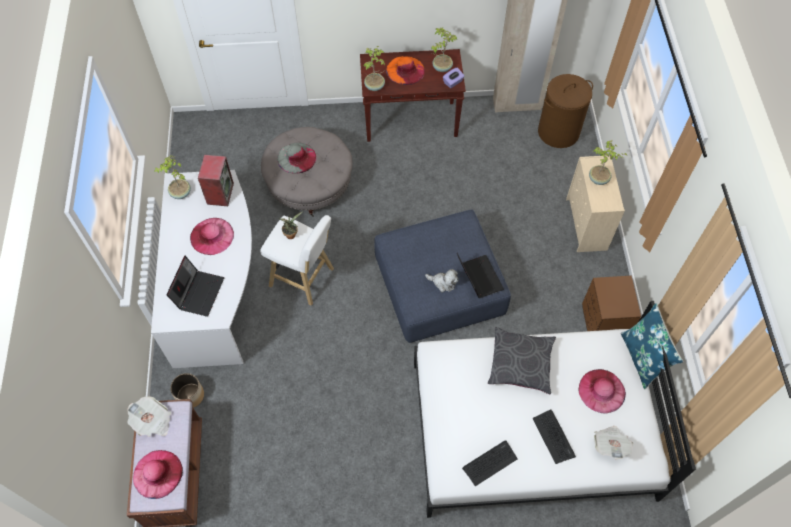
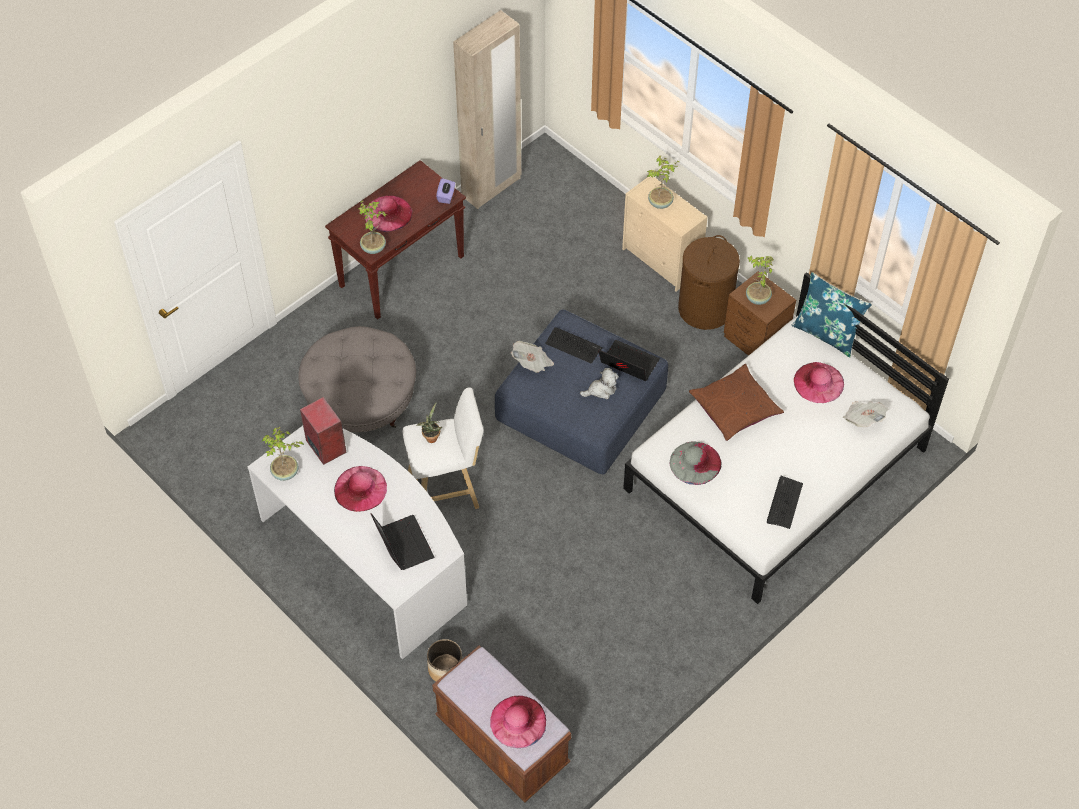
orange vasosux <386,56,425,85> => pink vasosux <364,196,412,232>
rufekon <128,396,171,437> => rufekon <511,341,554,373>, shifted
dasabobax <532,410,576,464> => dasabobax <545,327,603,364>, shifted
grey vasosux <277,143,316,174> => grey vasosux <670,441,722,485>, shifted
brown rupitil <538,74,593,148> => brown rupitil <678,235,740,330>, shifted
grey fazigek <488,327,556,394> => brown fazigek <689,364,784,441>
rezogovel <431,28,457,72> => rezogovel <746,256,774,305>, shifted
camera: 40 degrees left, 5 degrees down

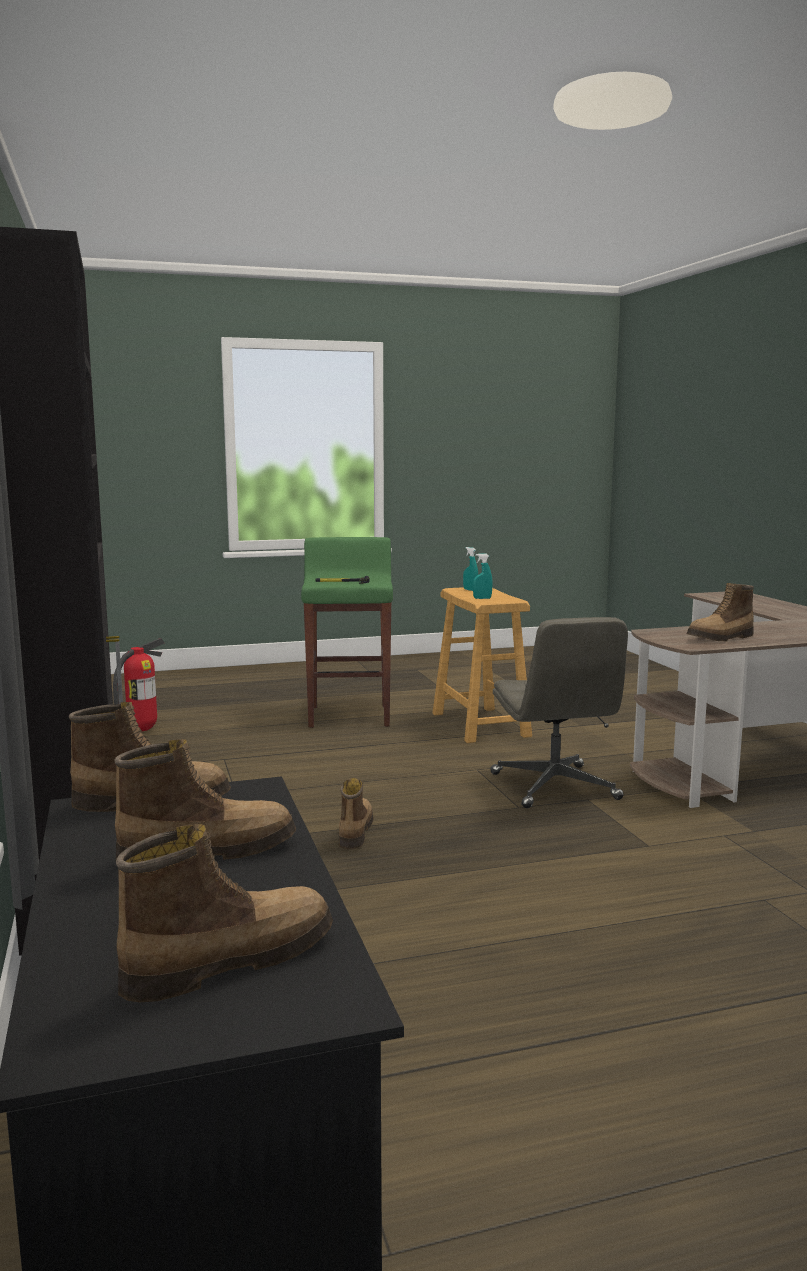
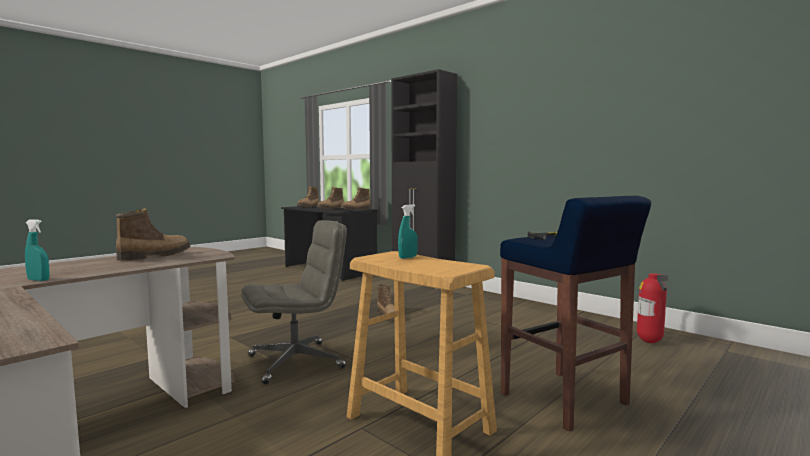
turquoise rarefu <463,547,478,591> => turquoise rarefu <25,219,49,281>, shifted
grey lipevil <490,617,628,808> => grey lipevil <241,220,347,384>, 105 degrees clockwise
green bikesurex <301,537,393,728> => blue bikesurex <500,196,651,431>
camera: 150 degrees right, 5 degrees down

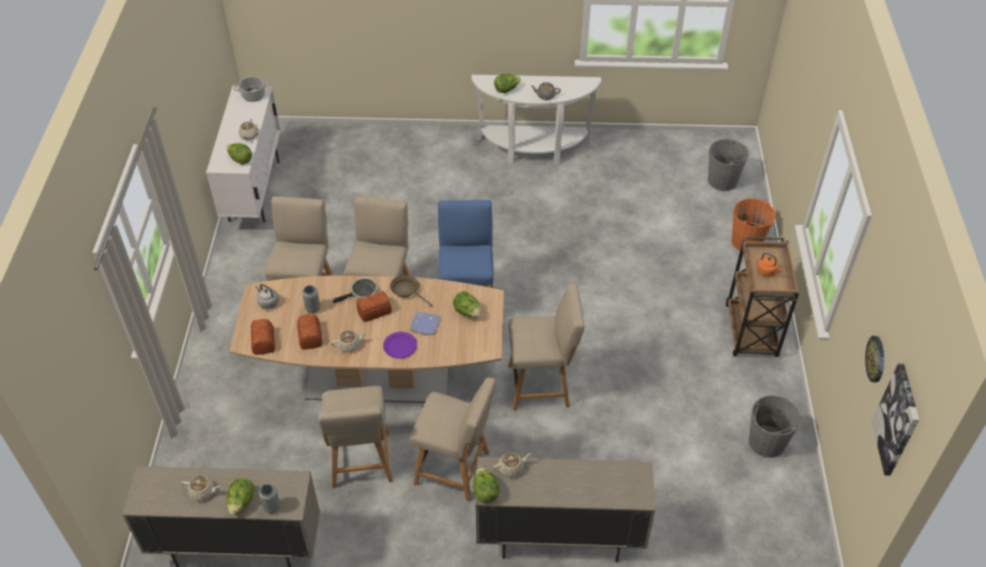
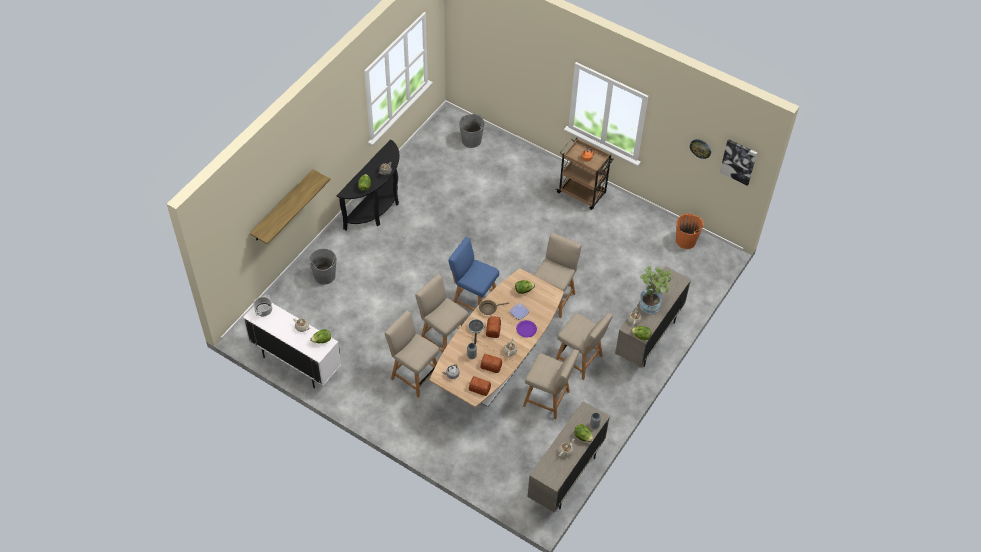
nothing => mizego <250,170,330,244>
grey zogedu <749,395,801,458> => grey zogedu <309,248,336,285>, shifted
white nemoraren <471,75,601,165> => black nemoraren <337,139,400,230>
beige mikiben <410,377,496,502> => beige mikiben <556,313,613,380>, 75 degrees clockwise
nothing => rezogovel <639,266,671,314>
orange zogedu <731,198,775,251> => orange zogedu <676,213,704,249>, shifted
camera: 60 degrees left, 5 degrees up

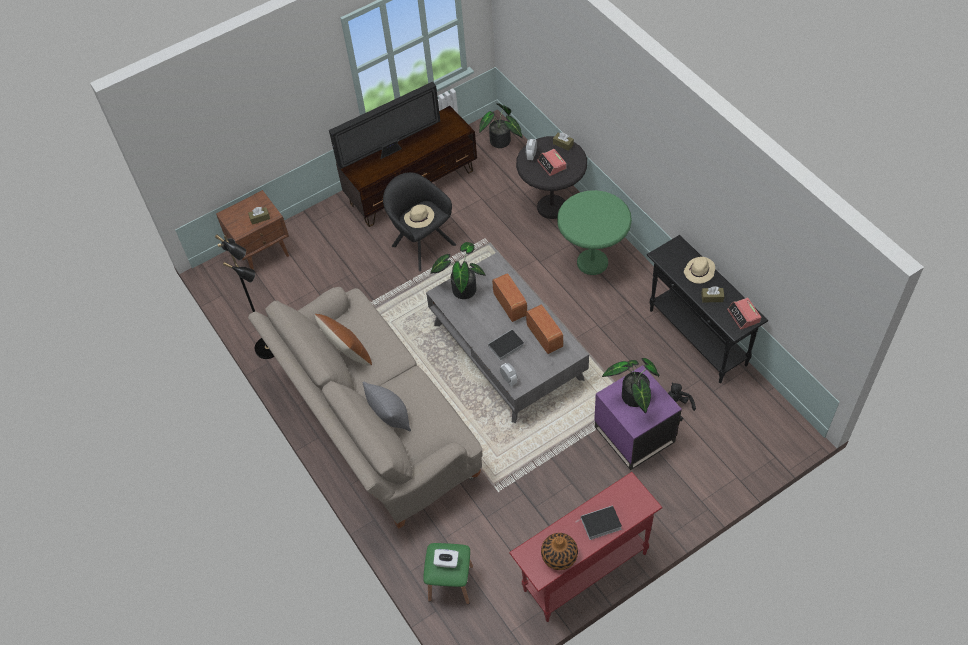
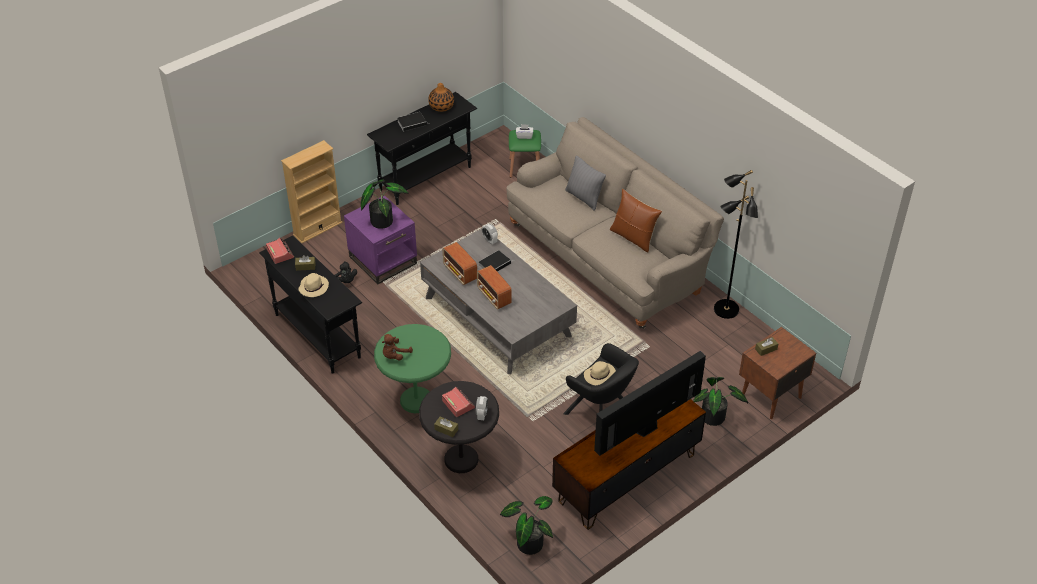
nothing => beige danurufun <281,140,343,243>
red nemoraren <509,472,663,622> => black nemoraren <367,92,477,205>
nothing => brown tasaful <382,334,413,361>
rezogovel <430,242,486,299> => rezogovel <693,377,748,426>, shifted
camera: 170 degrees right, 10 degrees down

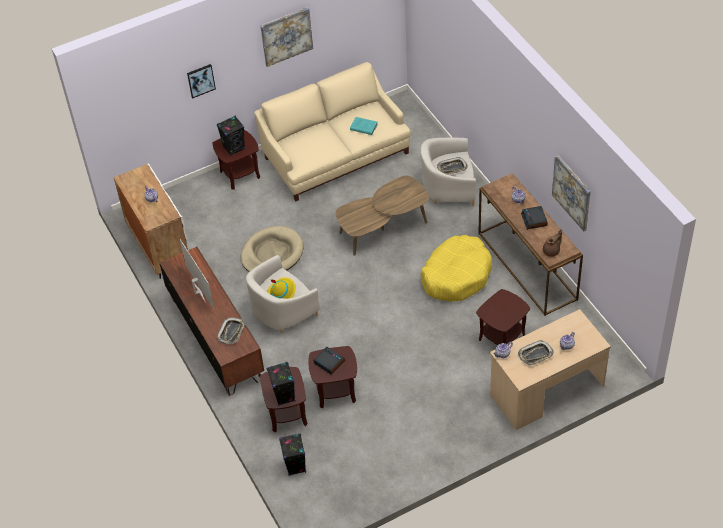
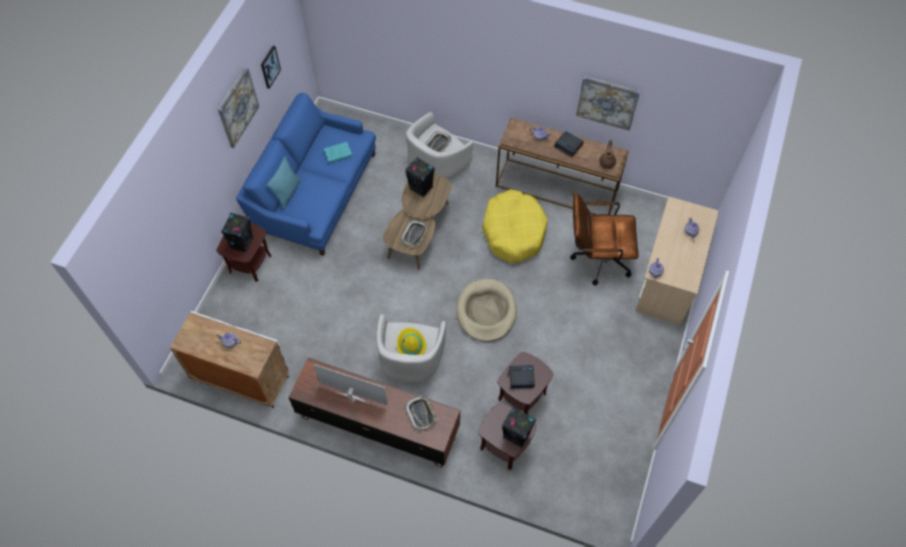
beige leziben <254,62,411,201> => blue leziben <236,93,376,256>
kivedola <187,64,216,98> => kivedola <261,46,281,89>, shifted
nothing => turquoise fazigek <267,156,302,209>
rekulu <518,340,554,366> => rekulu <401,220,428,247>, shifted
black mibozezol <279,433,306,476> => black mibozezol <405,157,435,198>, shifted
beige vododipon <241,226,303,272> => beige vododipon <456,279,517,342>, shifted
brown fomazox <476,289,530,345> => brown lipevil <570,192,639,285>
camera: 45 degrees left, 10 degrees up

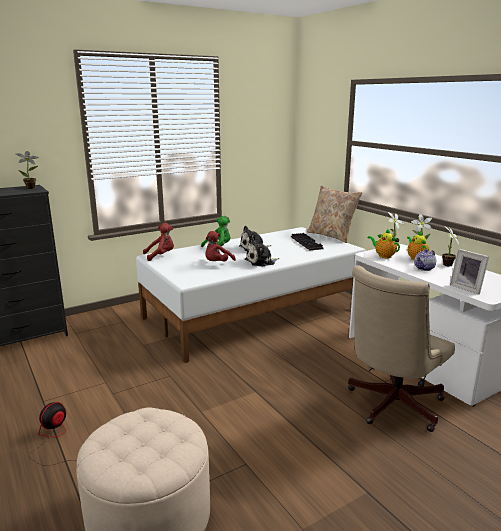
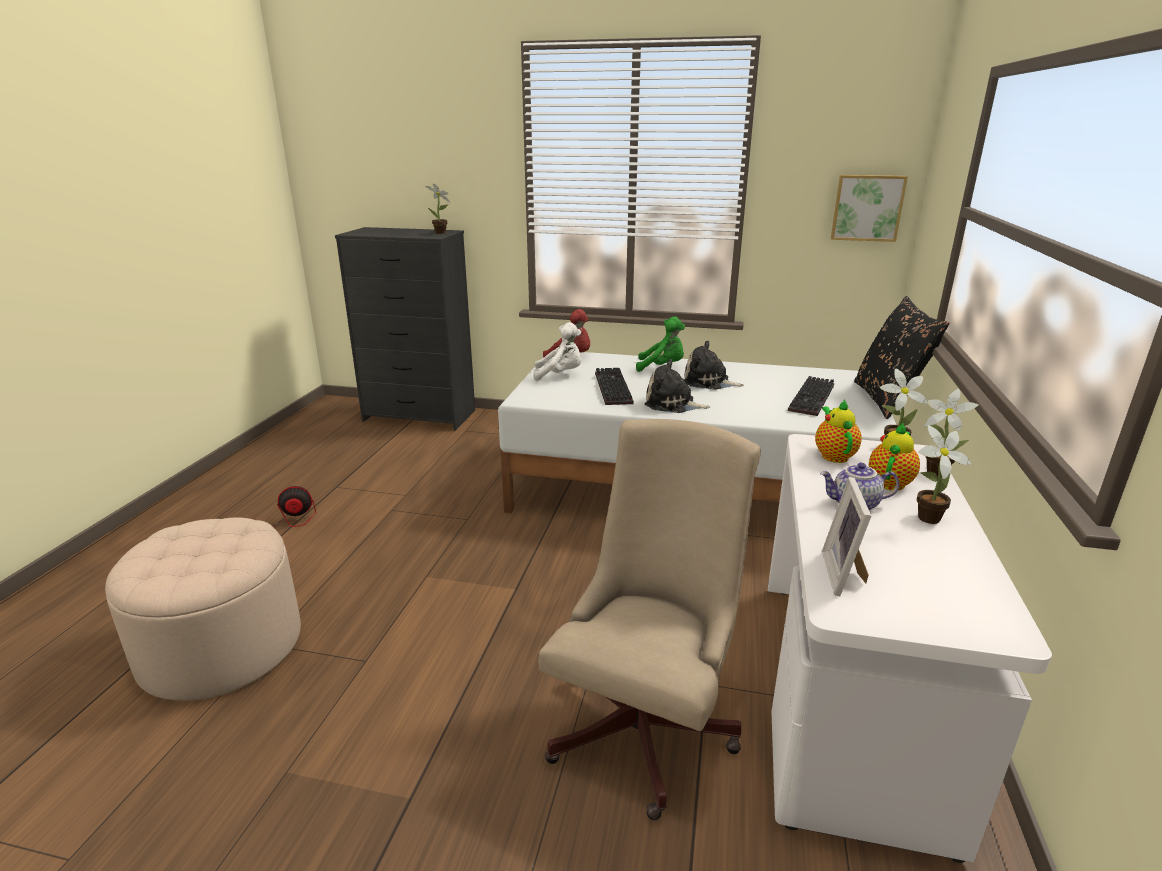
nothing => white tasaful <533,322,581,381>
beige lipevil <348,265,455,432> => beige lipevil <538,419,761,820>, 120 degrees clockwise
red tasaful <205,231,236,261> => dasabobax <595,368,634,405>
nothing => kivedola <831,175,908,242>
beige fazigek <307,185,362,243> => black fazigek <854,296,949,419>
camera: 45 degrees right, 5 degrees up

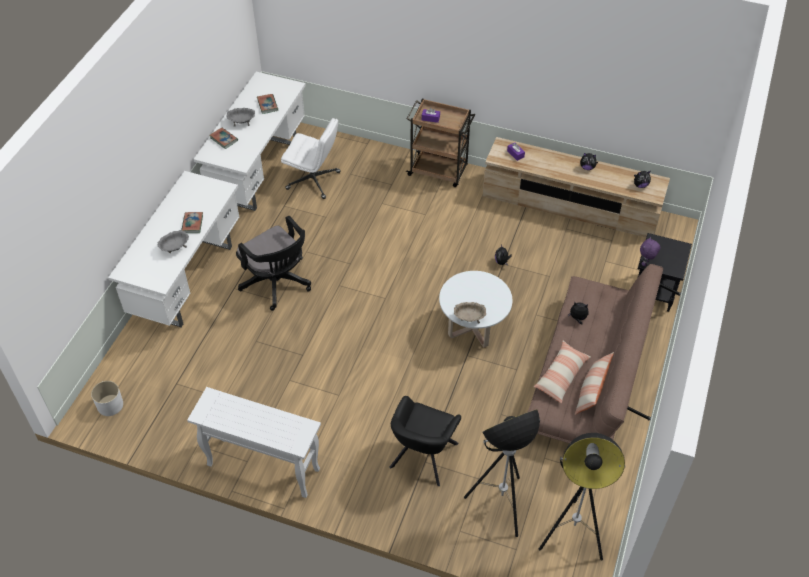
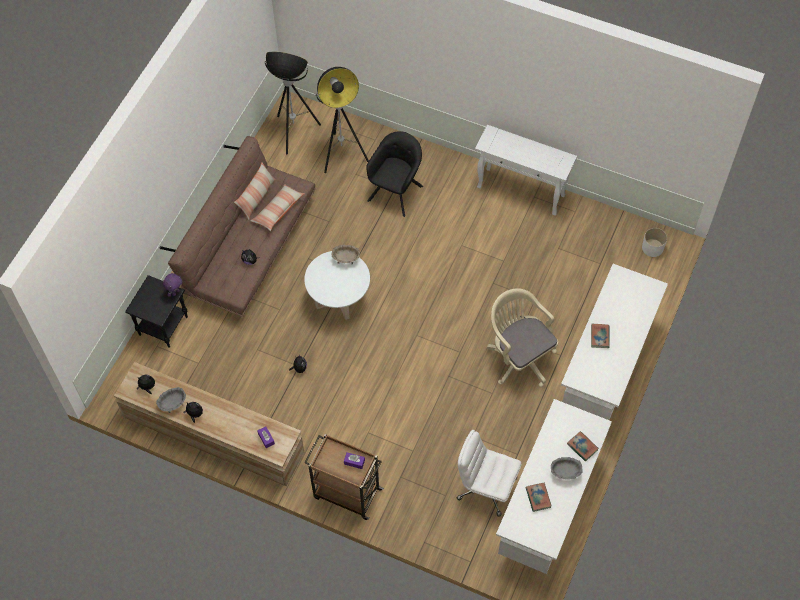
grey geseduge <158,230,189,253> => grey geseduge <156,387,186,413>, shifted
black lipevil <236,216,311,311> => beige lipevil <487,288,558,387>
camera: 175 degrees left, 10 degrees up

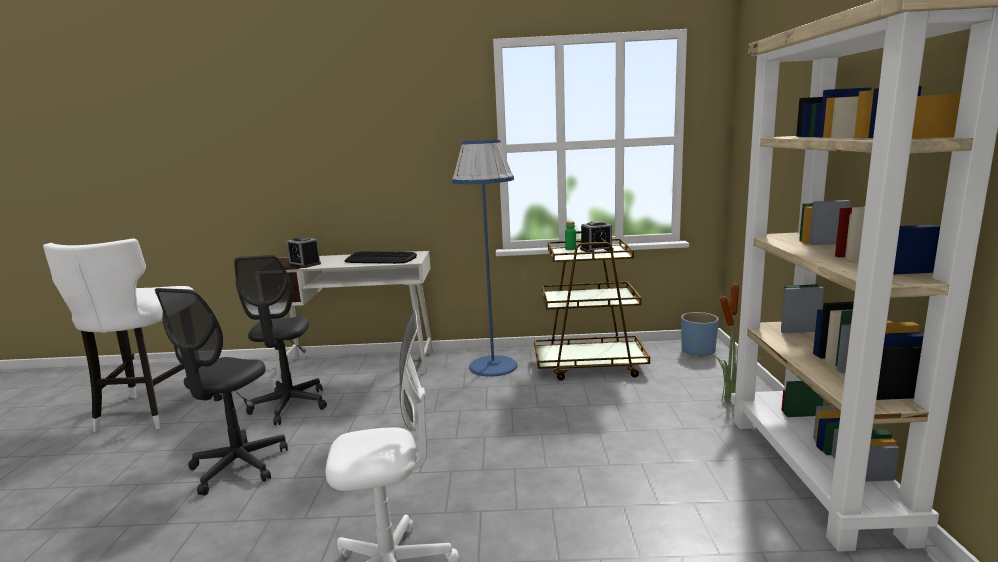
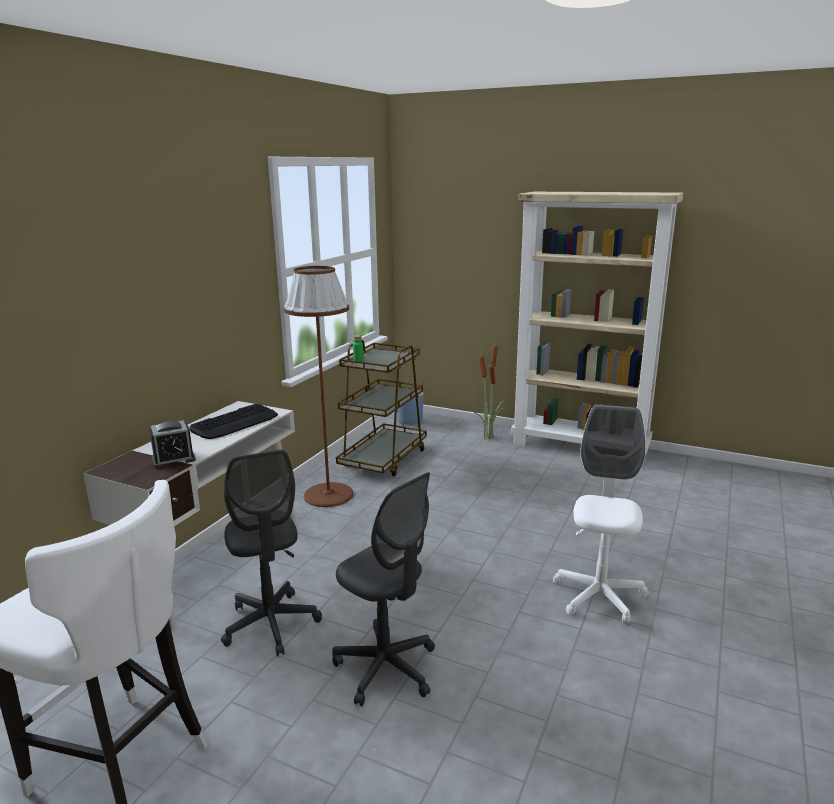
grey lipevil <234,255,327,425> => grey lipevil <221,450,322,656>, 45 degrees clockwise
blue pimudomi <452,140,517,377> => brown pimudomi <284,266,354,507>
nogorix <580,221,614,252> => nothing
camera: 65 degrees left, 5 degrees up

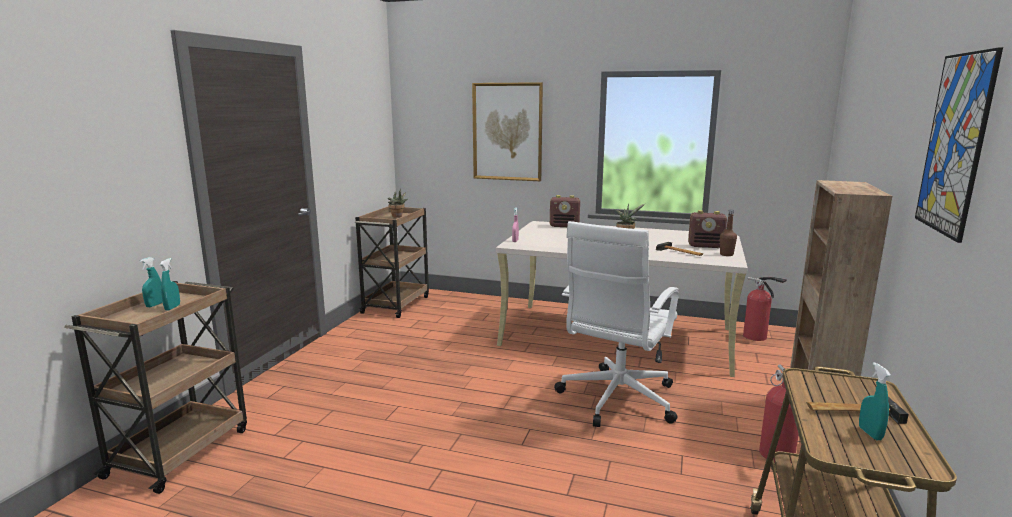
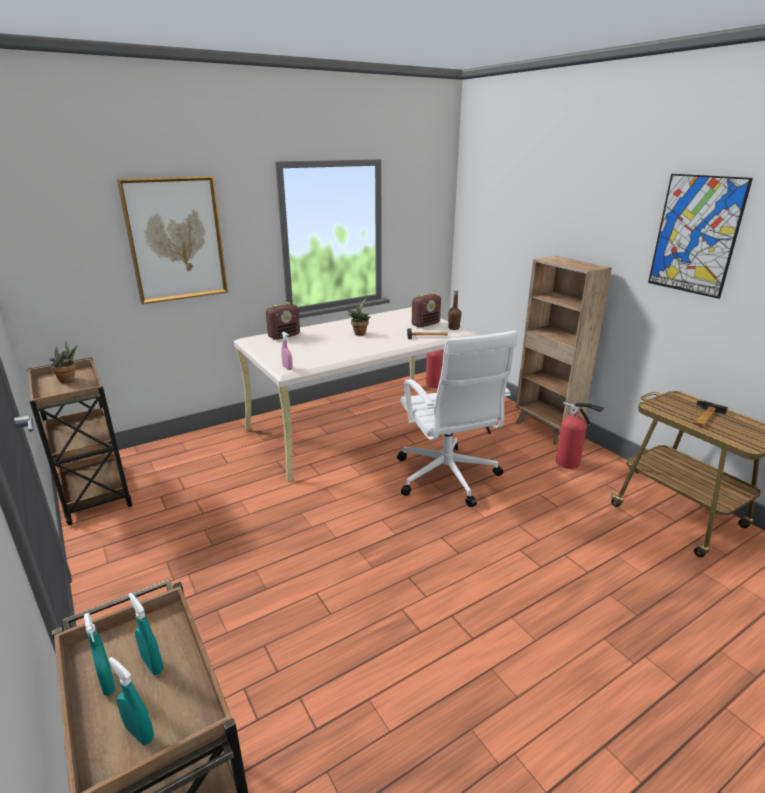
turquoise rarefu <859,362,891,440> => turquoise rarefu <109,657,154,745>, shifted
camera: 50 degrees left, 10 degrees up

